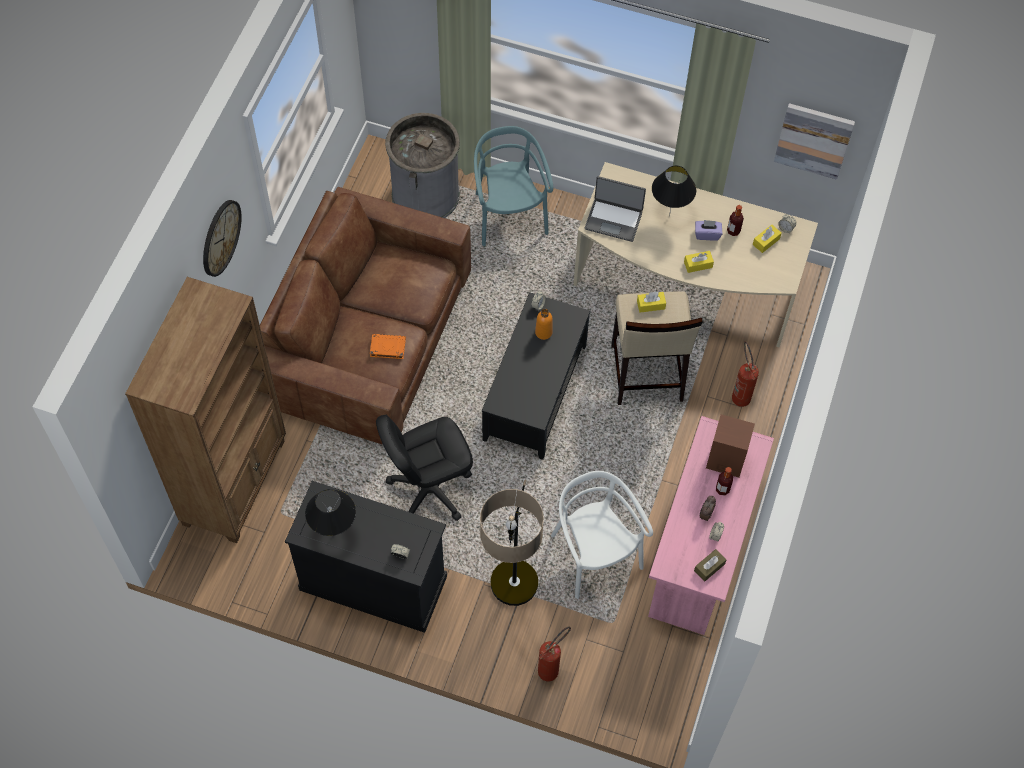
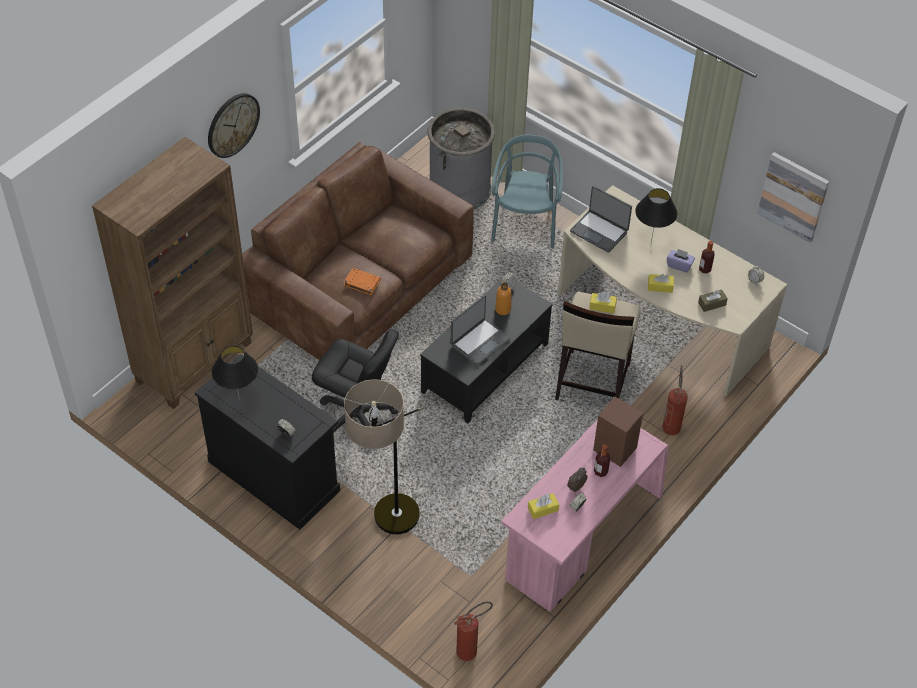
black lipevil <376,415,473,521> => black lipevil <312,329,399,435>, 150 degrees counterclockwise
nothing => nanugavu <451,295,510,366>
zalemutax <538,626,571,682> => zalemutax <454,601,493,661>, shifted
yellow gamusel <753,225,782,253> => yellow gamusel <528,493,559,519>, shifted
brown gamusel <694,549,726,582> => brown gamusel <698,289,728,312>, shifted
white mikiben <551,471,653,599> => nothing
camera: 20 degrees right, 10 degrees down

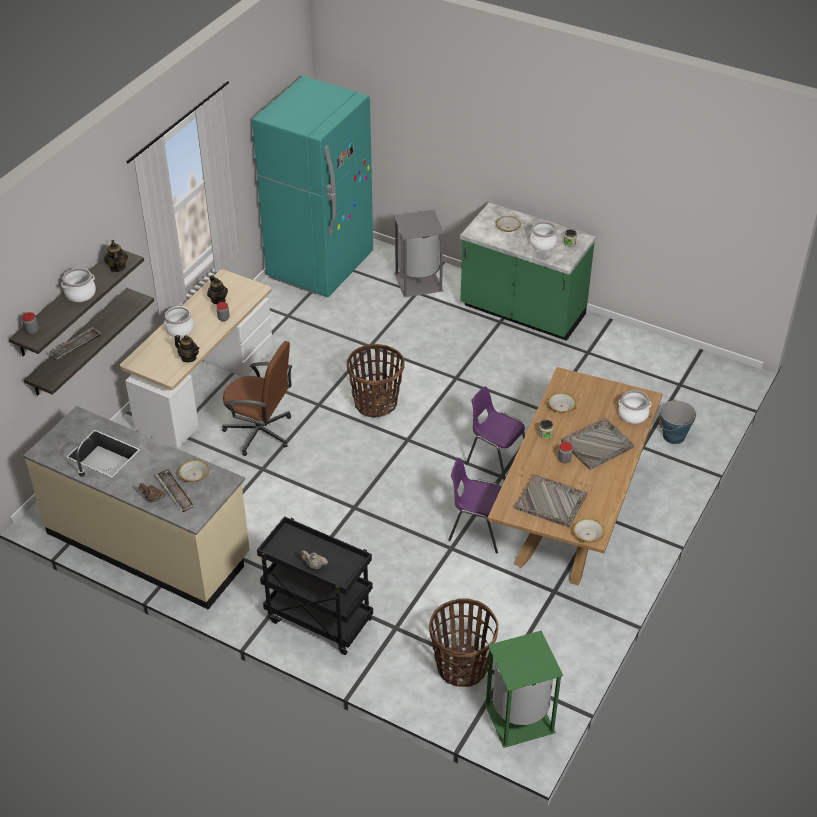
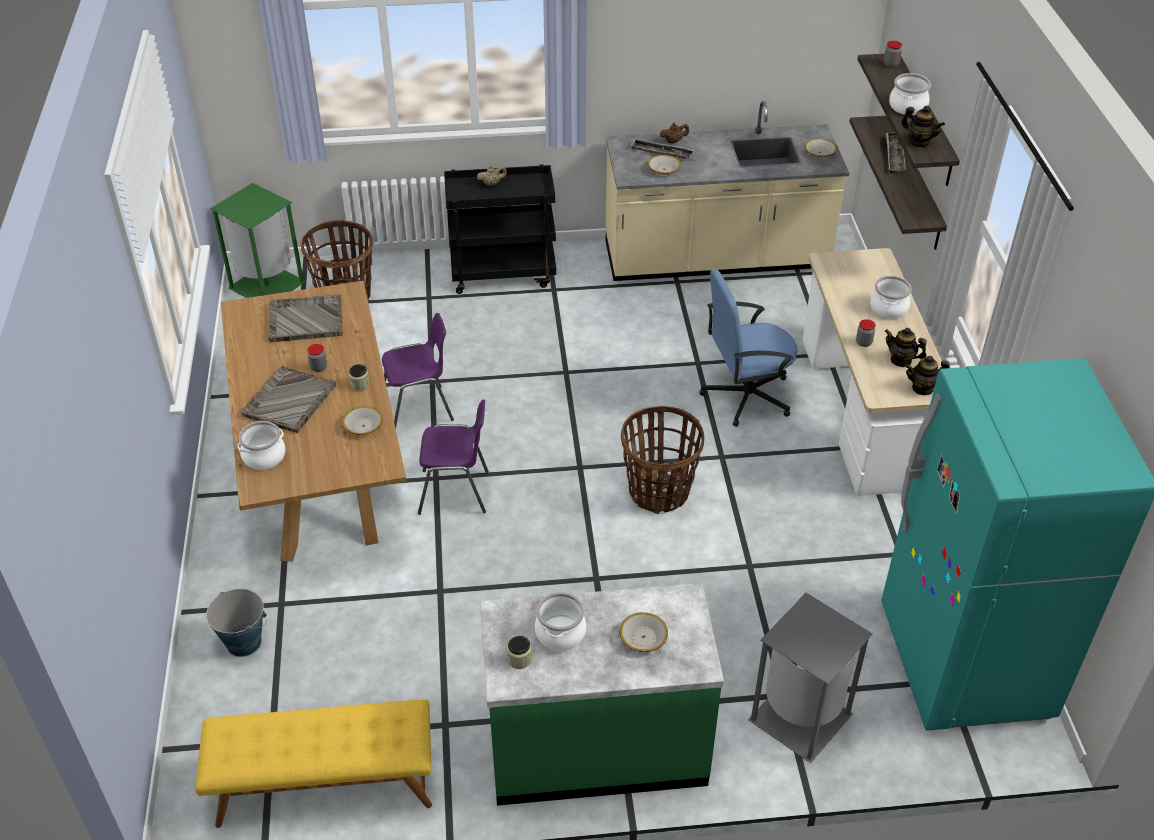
nothing => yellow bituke <195,699,432,828>
brown lipevil <222,341,292,456> => blue lipevil <700,269,797,427>
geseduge <573,518,604,542> => geseduge <804,138,837,158>, shifted
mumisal <174,335,199,362> => mumisal <905,356,950,395>, shifted
camera: 145 degrees right, 0 degrees up

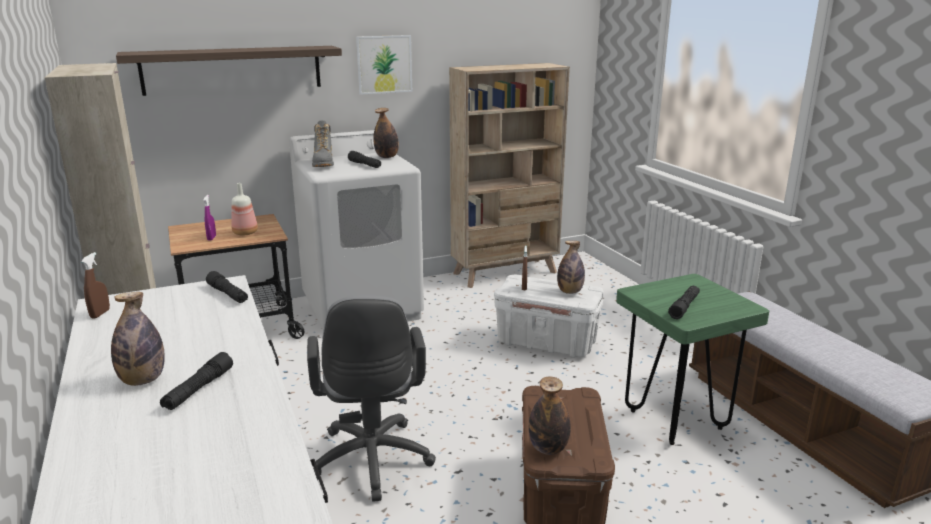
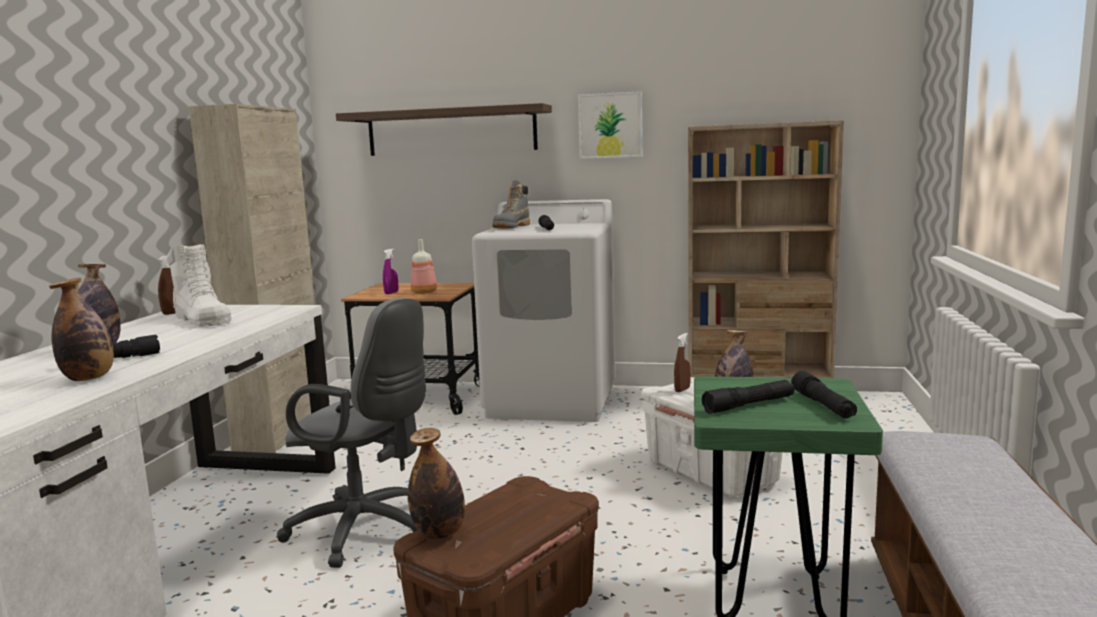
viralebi <373,108,399,158> => viralebi <49,278,114,381>, shifted
nothing => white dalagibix <167,244,231,327>
grey lipevil <307,295,436,502> => grey lipevil <277,298,426,568>, 90 degrees counterclockwise
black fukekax <206,271,248,303> => black fukekax <791,371,857,418>, shifted
camera: 35 degrees right, 10 degrees down

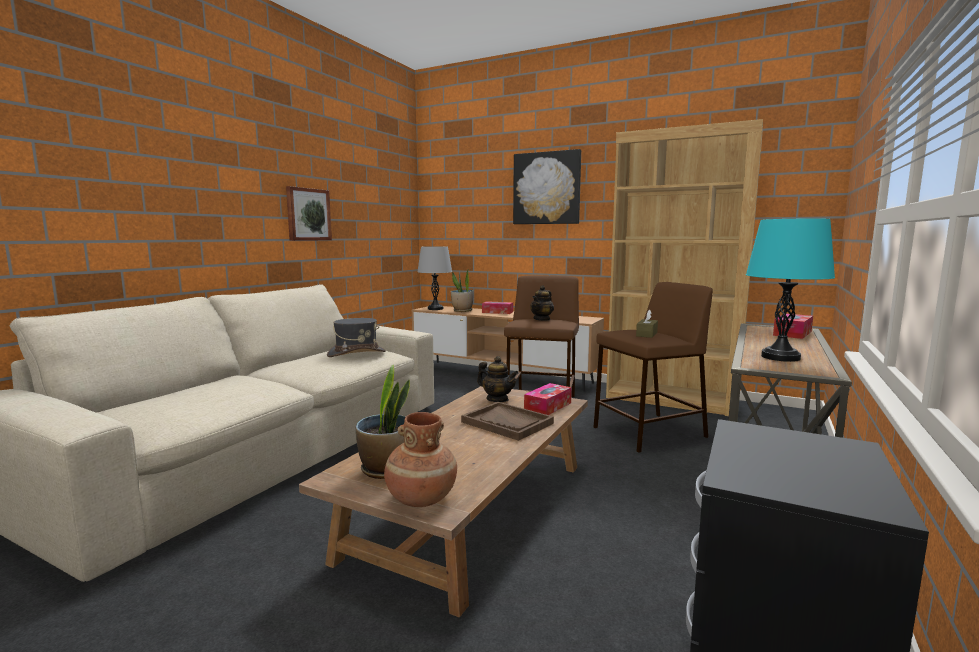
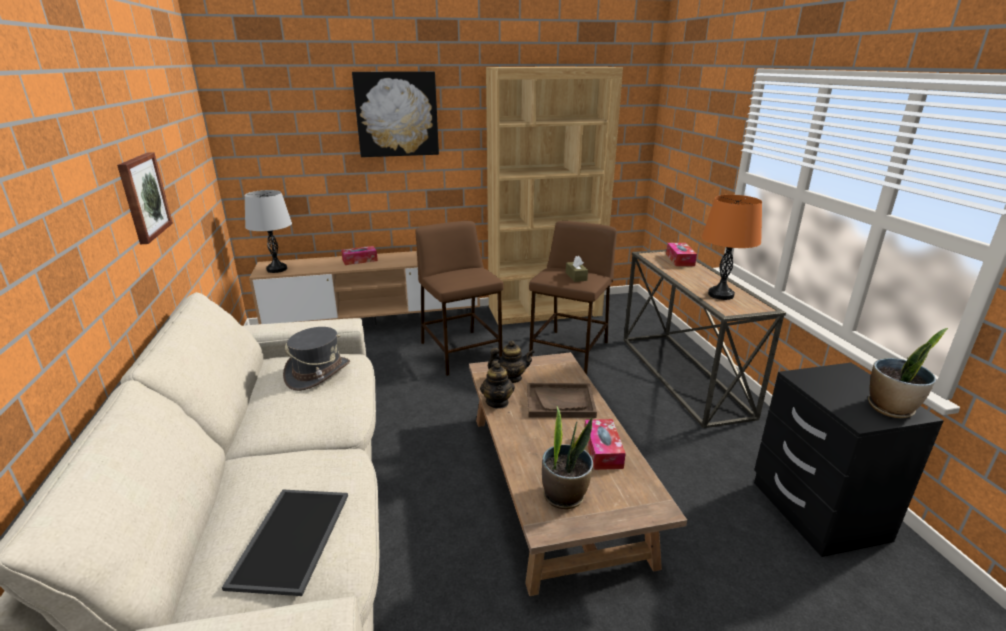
nothing => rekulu <222,490,348,596>
mumisal <530,285,554,321> => mumisal <480,361,515,409>, shifted
gamusel <524,383,572,415> => gamusel <585,419,626,470>, shifted
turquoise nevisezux <746,219,835,362> => orange nevisezux <702,195,762,300>
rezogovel <451,270,473,312> => rezogovel <868,328,948,418>, shifted
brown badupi <384,412,457,507> => nothing
camera: 40 degrees left, 15 degrees up

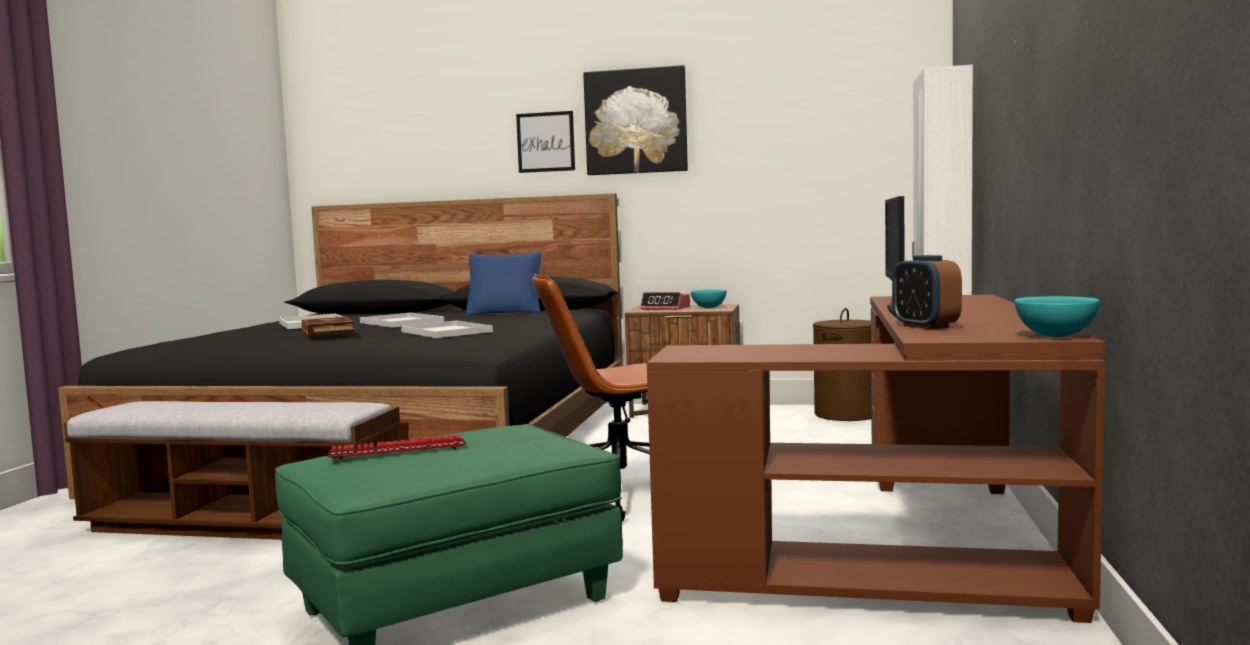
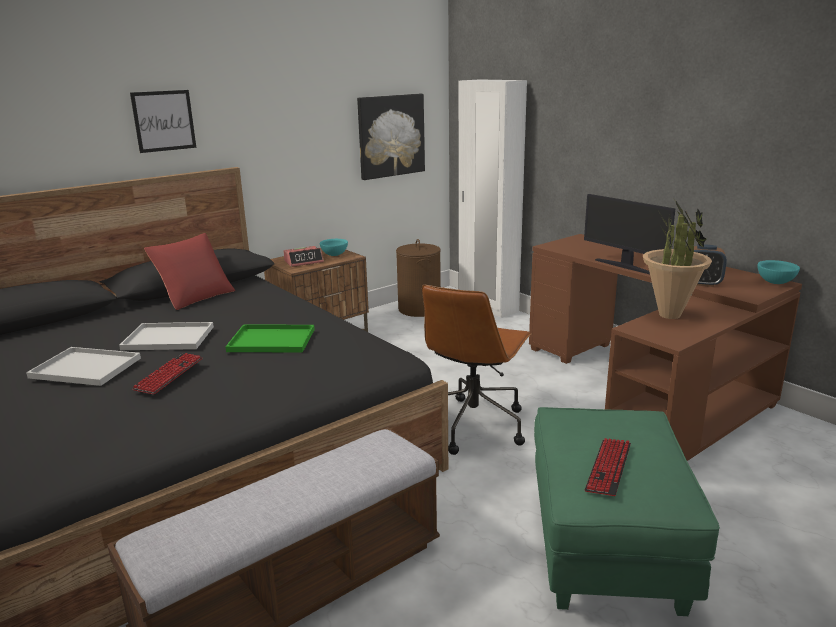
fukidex <301,316,356,336> => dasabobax <132,353,202,395>
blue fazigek <466,252,542,316> => red fazigek <144,233,235,310>
white rekulu <401,321,493,338> => green rekulu <226,325,315,353>
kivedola <583,65,688,175> => kivedola <357,94,425,180>, shifted
nothing => rezogovel <643,199,712,319>
camera: 50 degrees left, 15 degrees up

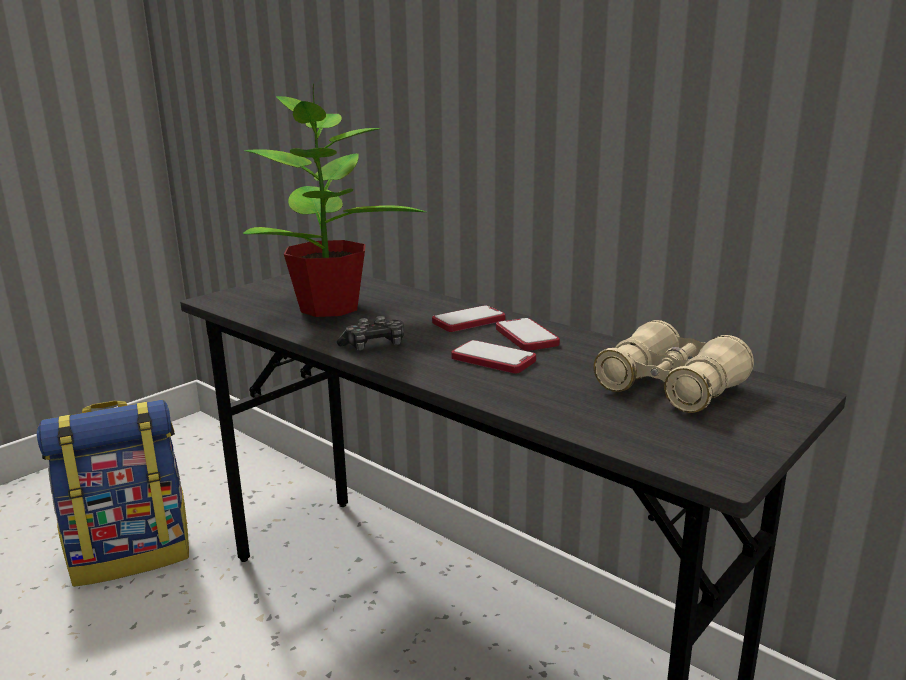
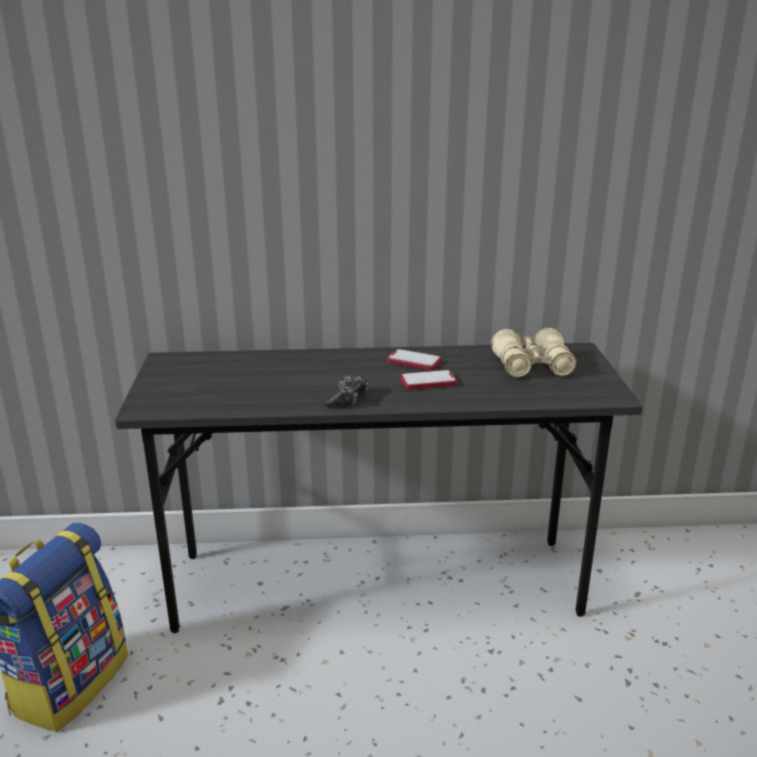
rezogovel <243,83,426,317> => nothing
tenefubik <432,305,505,332> => nothing
camera: 45 degrees left, 5 degrees up

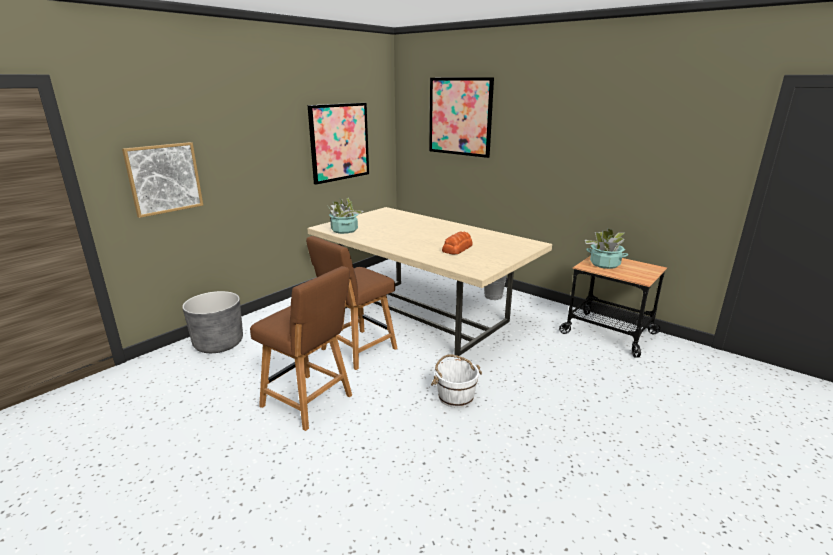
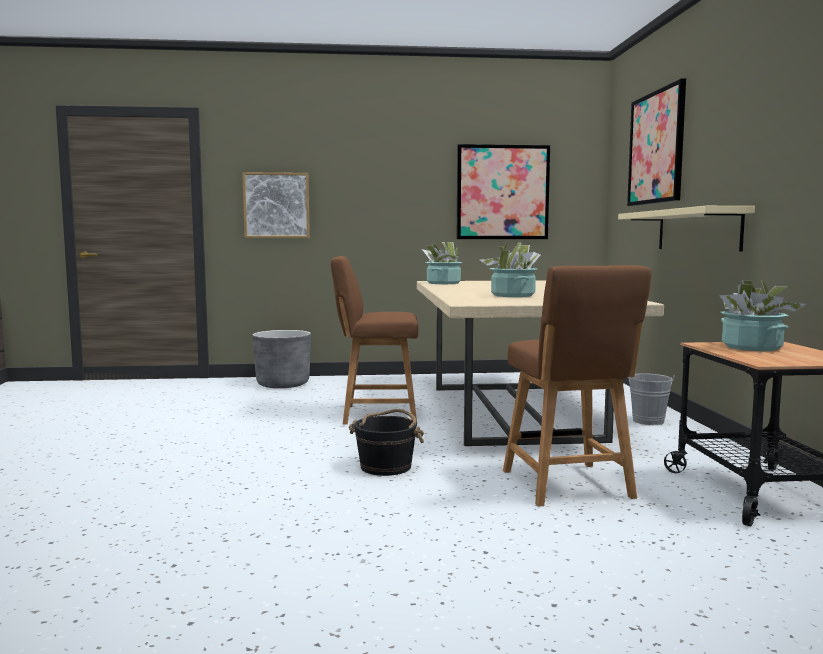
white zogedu <431,354,482,408> => black zogedu <349,409,424,476>
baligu <442,231,473,254> => rezogovel <480,243,540,297>
brown mikiben <250,266,352,431> => brown mikiben <503,265,651,507>, shifted
nothing => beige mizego <618,206,755,252>
camera: 45 degrees right, 15 degrees down

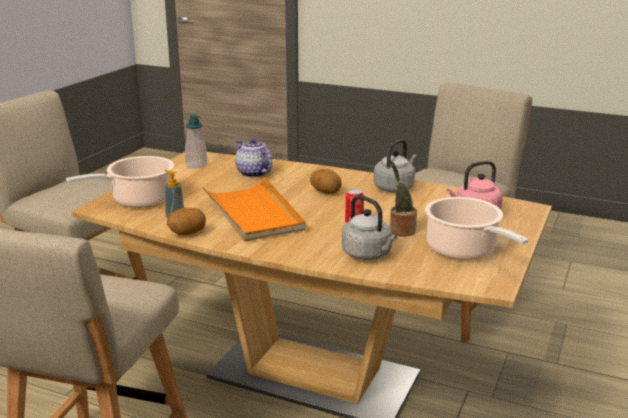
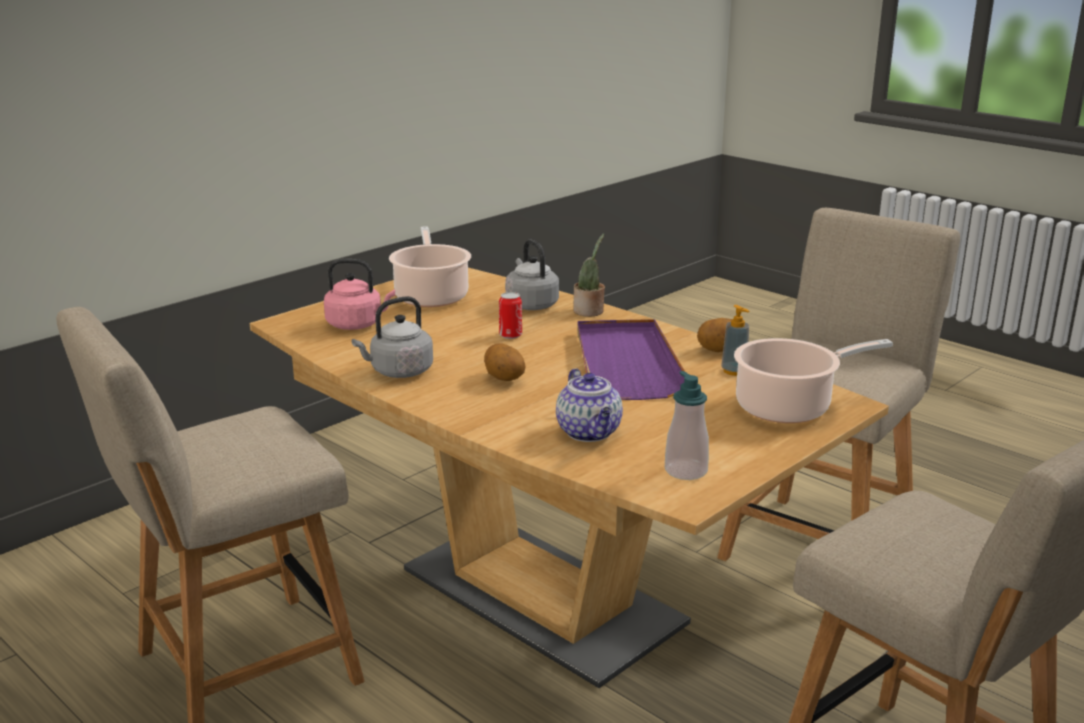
rezogovel <390,160,417,236> => rezogovel <573,233,605,316>, shifted
orange rekulu <202,177,306,241> => purple rekulu <577,319,685,400>
camera: 160 degrees left, 0 degrees up

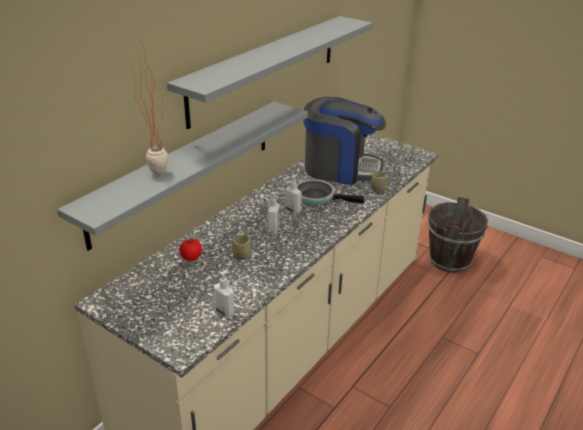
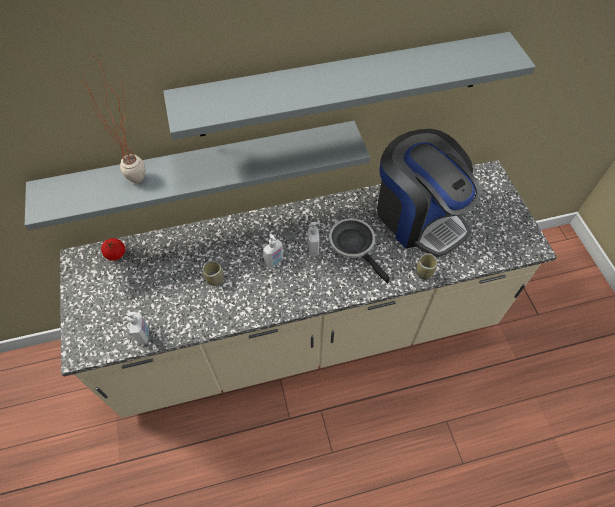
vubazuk <179,239,202,261> => vubazuk <101,238,125,261>, shifted
brown zogedu <427,197,488,272> => nothing
camera: 40 degrees right, 25 degrees up

